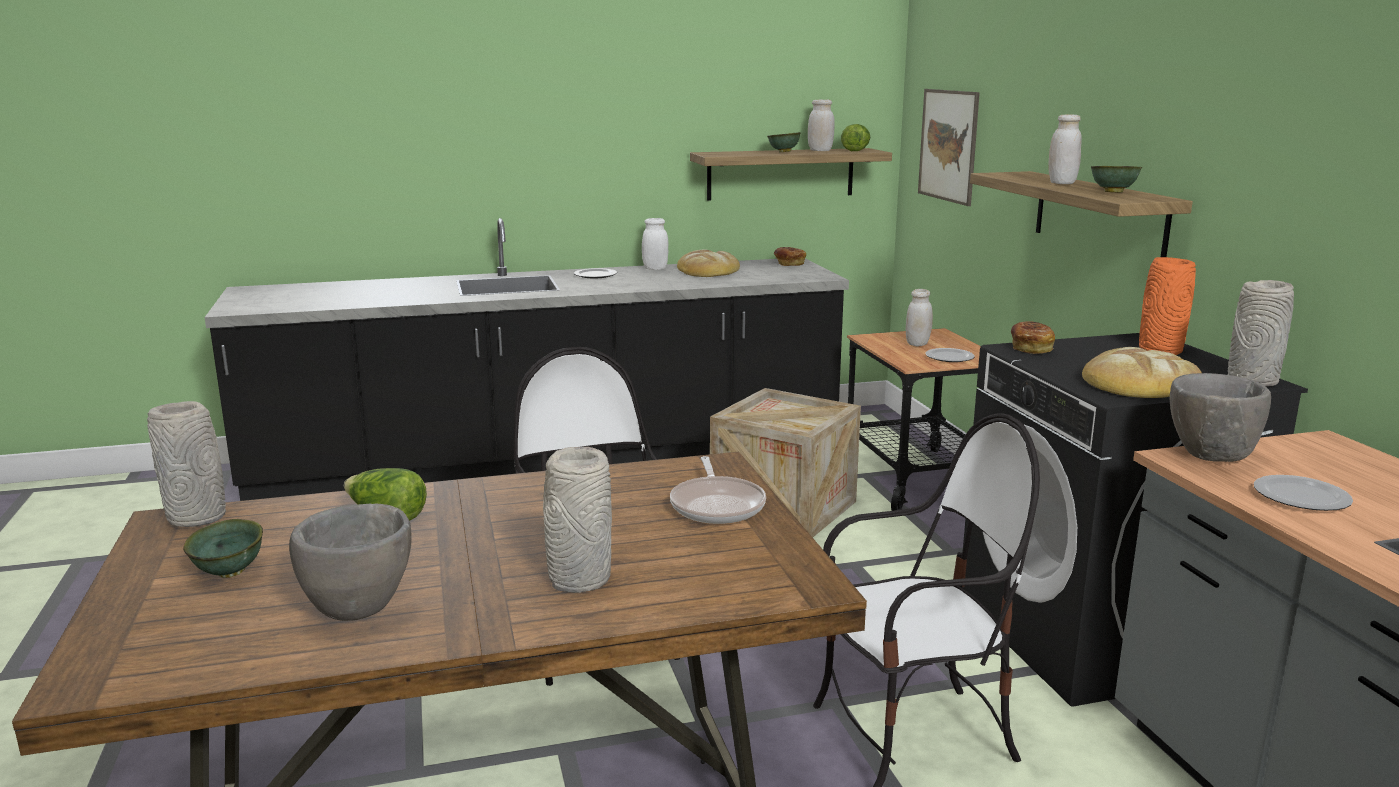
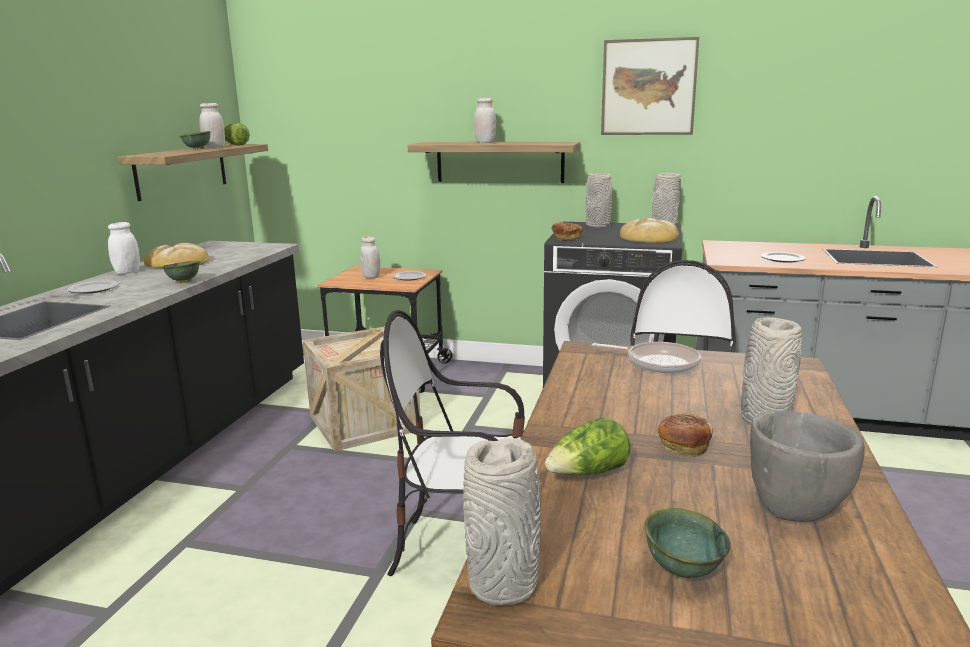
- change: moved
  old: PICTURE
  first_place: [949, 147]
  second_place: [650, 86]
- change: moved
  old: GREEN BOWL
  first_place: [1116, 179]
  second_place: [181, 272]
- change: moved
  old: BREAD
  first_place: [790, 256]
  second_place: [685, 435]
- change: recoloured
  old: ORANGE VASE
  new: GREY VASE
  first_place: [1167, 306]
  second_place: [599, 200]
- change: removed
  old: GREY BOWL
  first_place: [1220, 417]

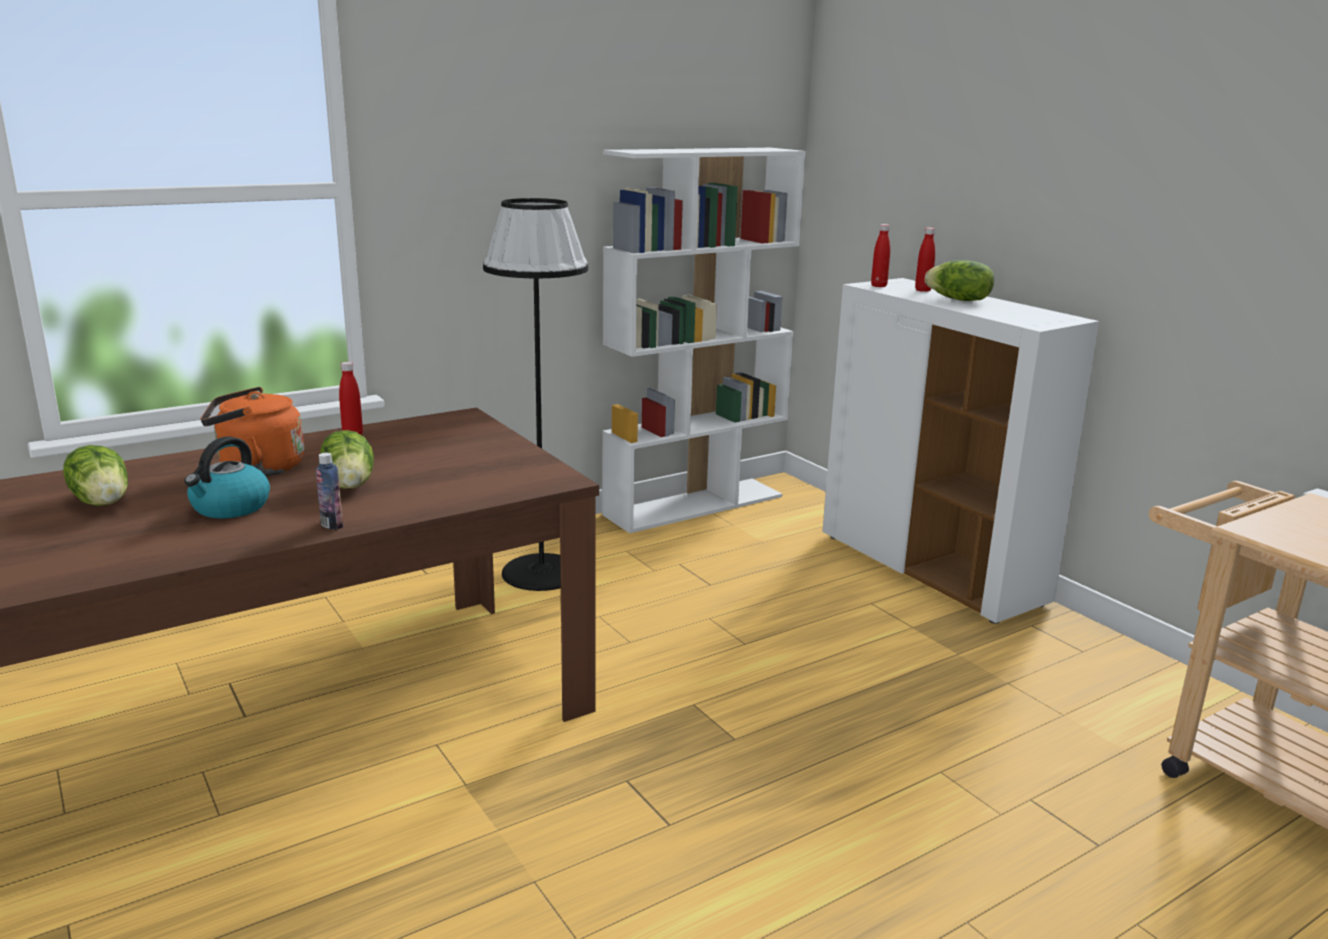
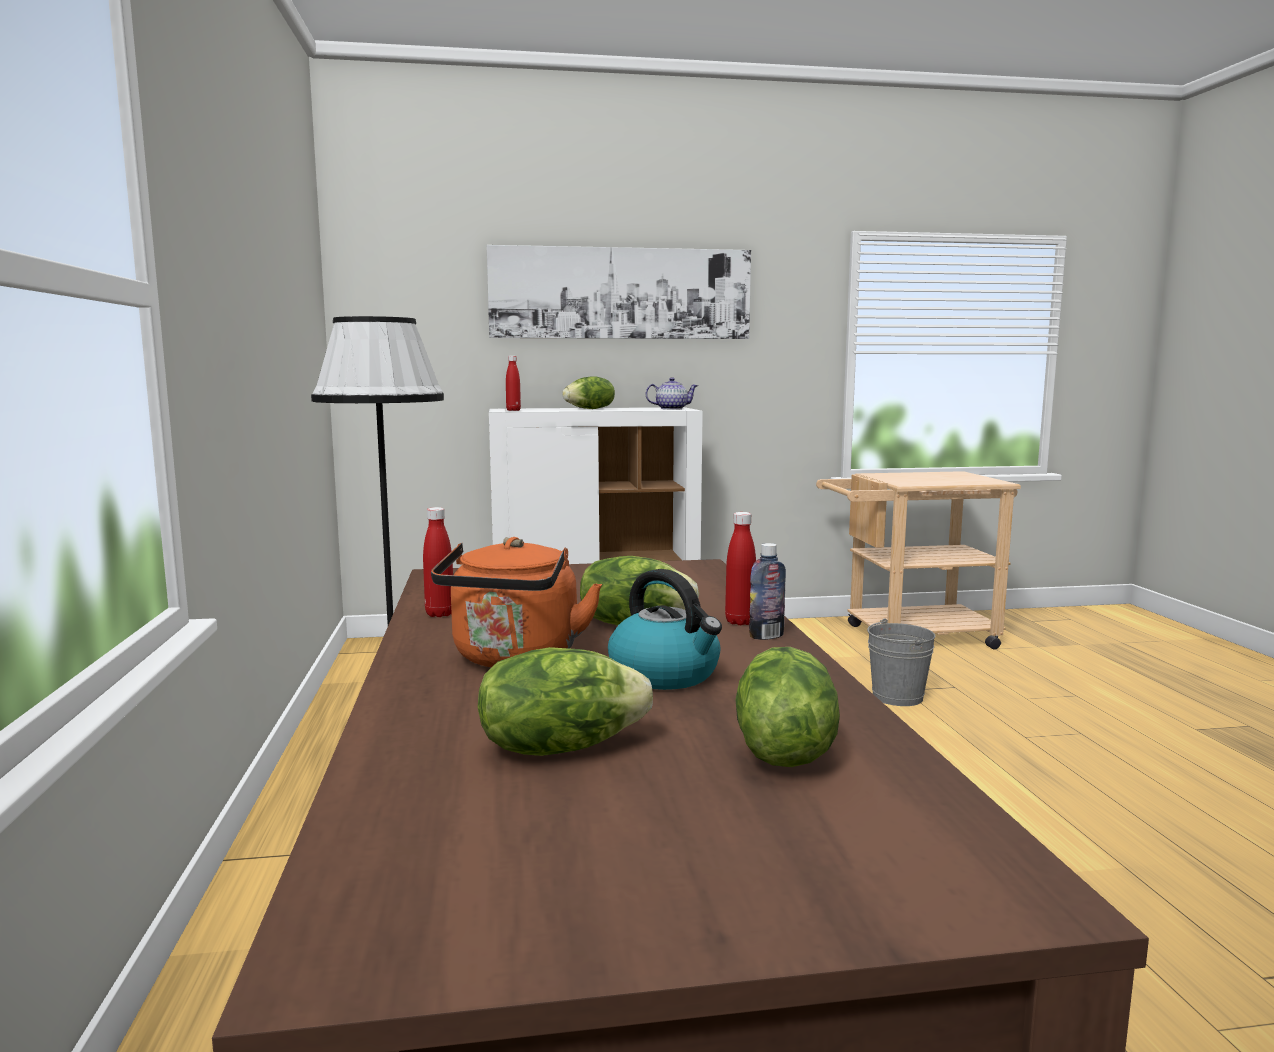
- change: removed
  old: WHITE BOOKCASE
  first_place: [704, 340]
- change: moved
  old: RED BOTTLE
  first_place: [925, 259]
  second_place: [740, 568]
- change: added
  new: PICTURE
  second_place: [619, 292]
- change: added
  new: TEAPOT
  second_place: [672, 394]
- change: added
  new: GREY BUCKET
  second_place: [901, 662]
- change: added
  new: LETTUCE
  second_place: [787, 707]

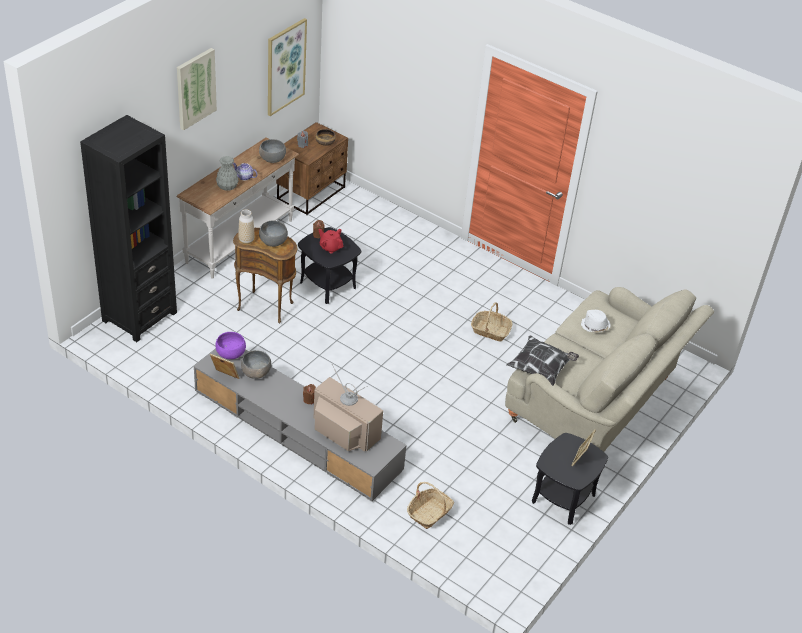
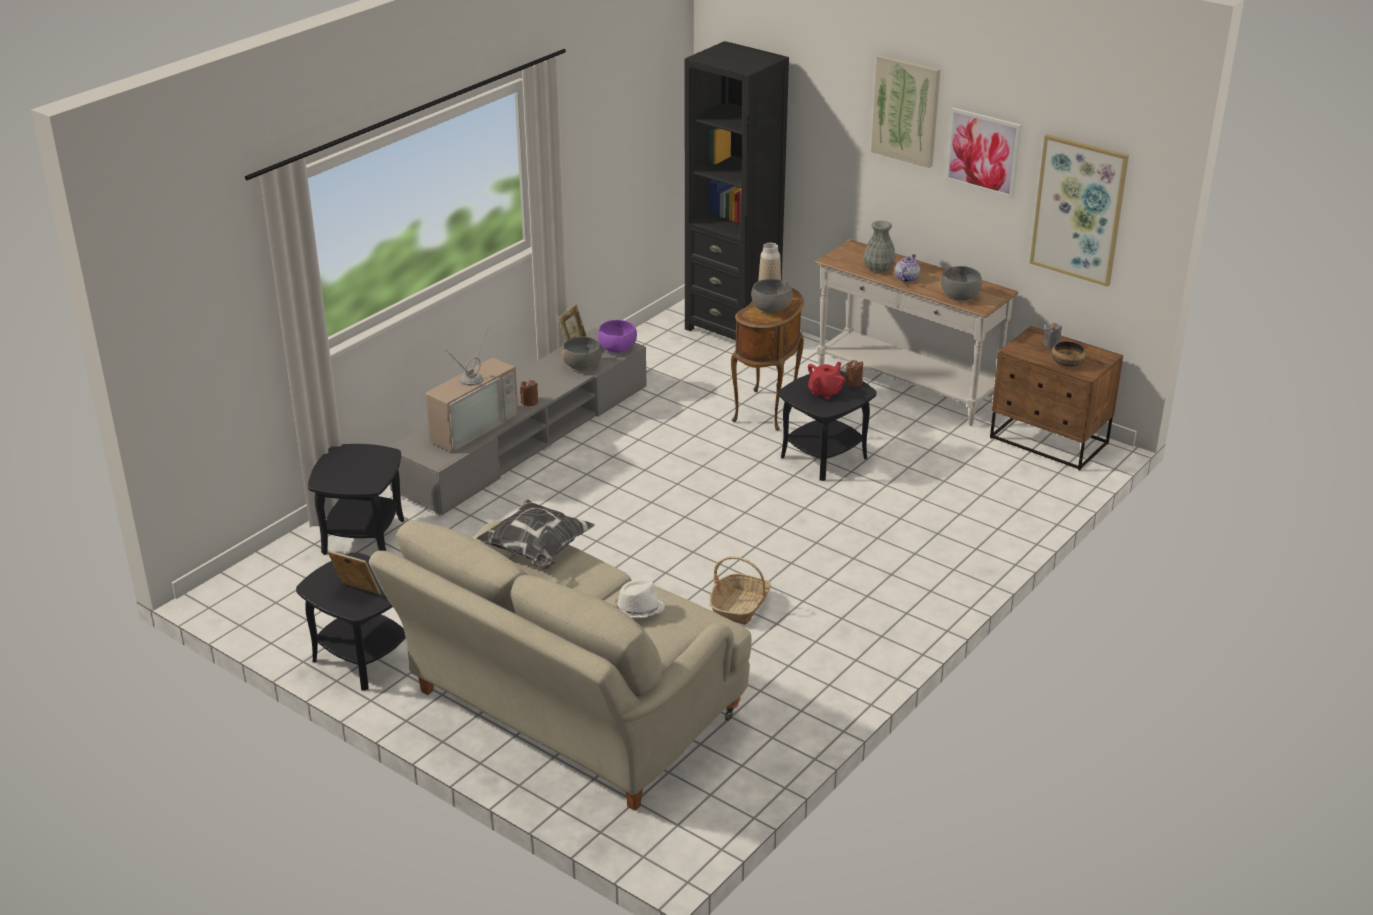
- change: replaced
  old: BASKET
  new: BLACK SIDE TABLE
  first_place: [430, 505]
  second_place: [356, 499]
- change: added
  new: PICTURE
  second_place: [983, 153]

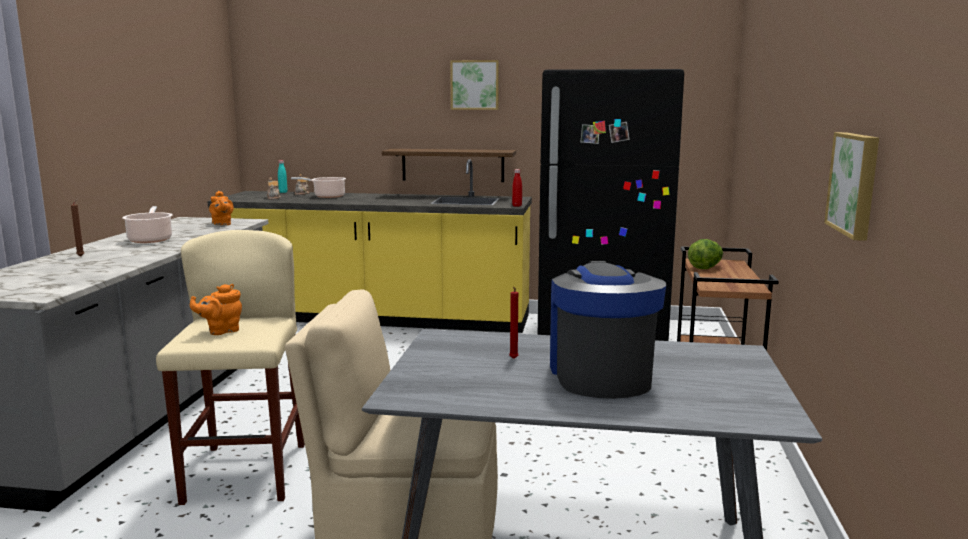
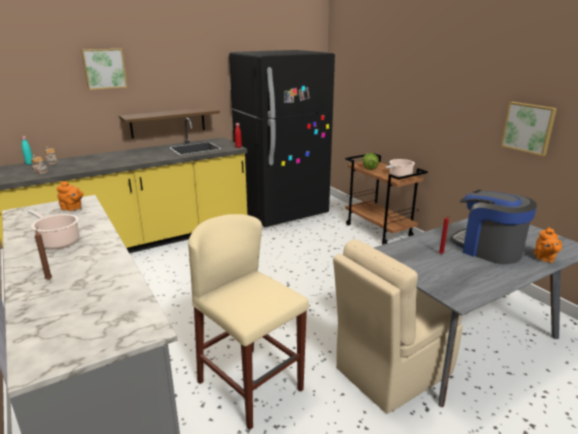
- change: moved
  old: PICTURE
  first_place: [474, 85]
  second_place: [104, 69]
- change: moved
  old: COOKING POT
  first_place: [318, 187]
  second_place: [400, 168]
- change: moved
  old: ORANGE TEAPOT
  first_place: [216, 309]
  second_place: [548, 245]

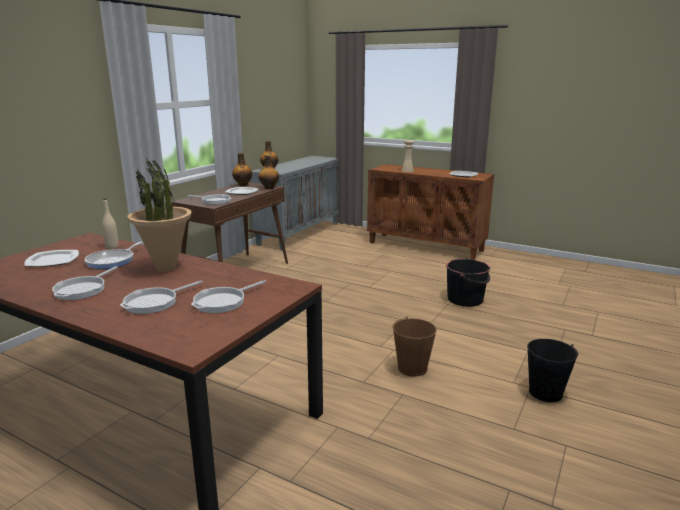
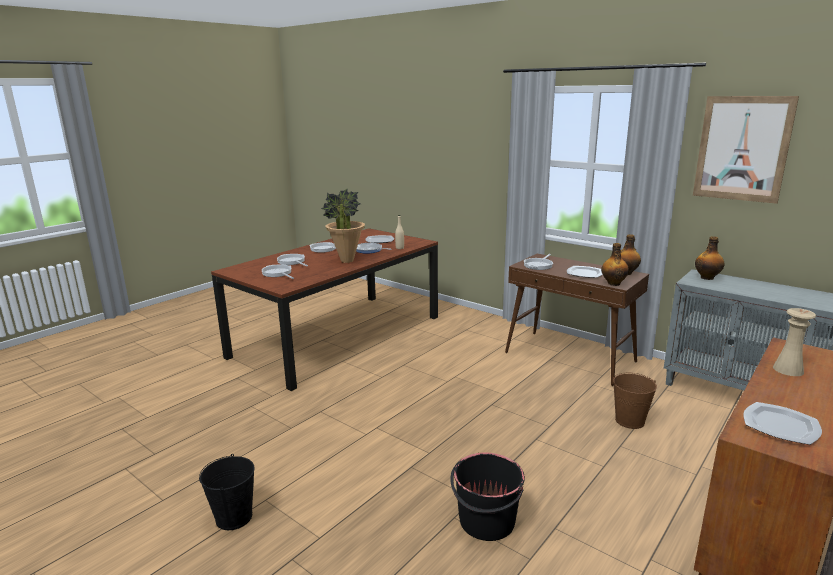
- change: moved
  old: BROWN BUCKET
  first_place: [414, 347]
  second_place: [635, 401]
- change: added
  new: PICTURE
  second_place: [746, 150]

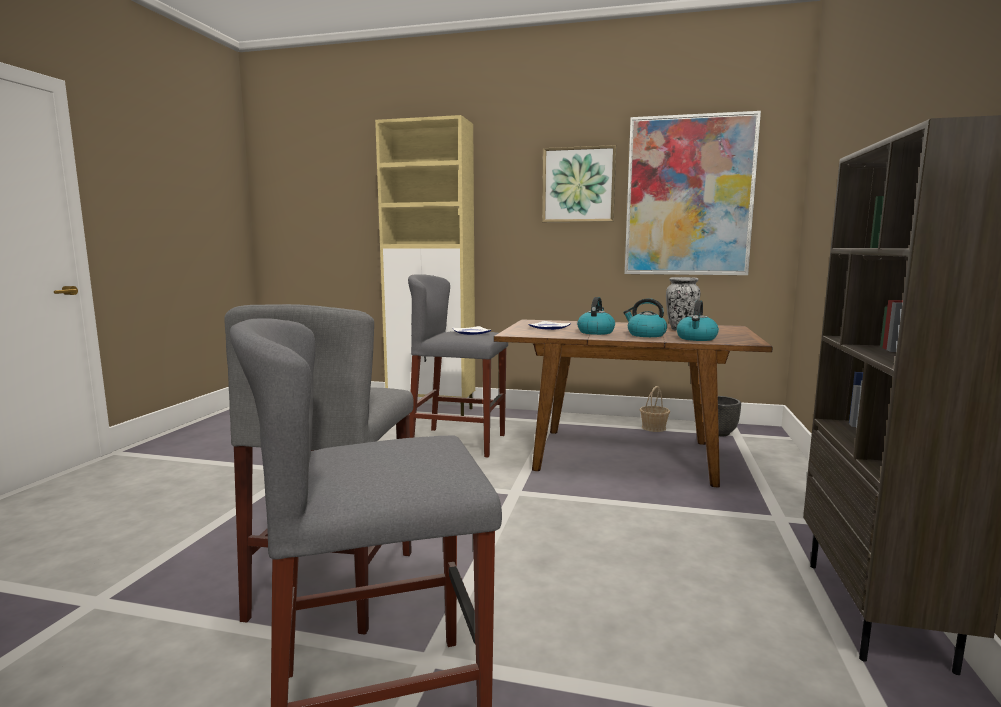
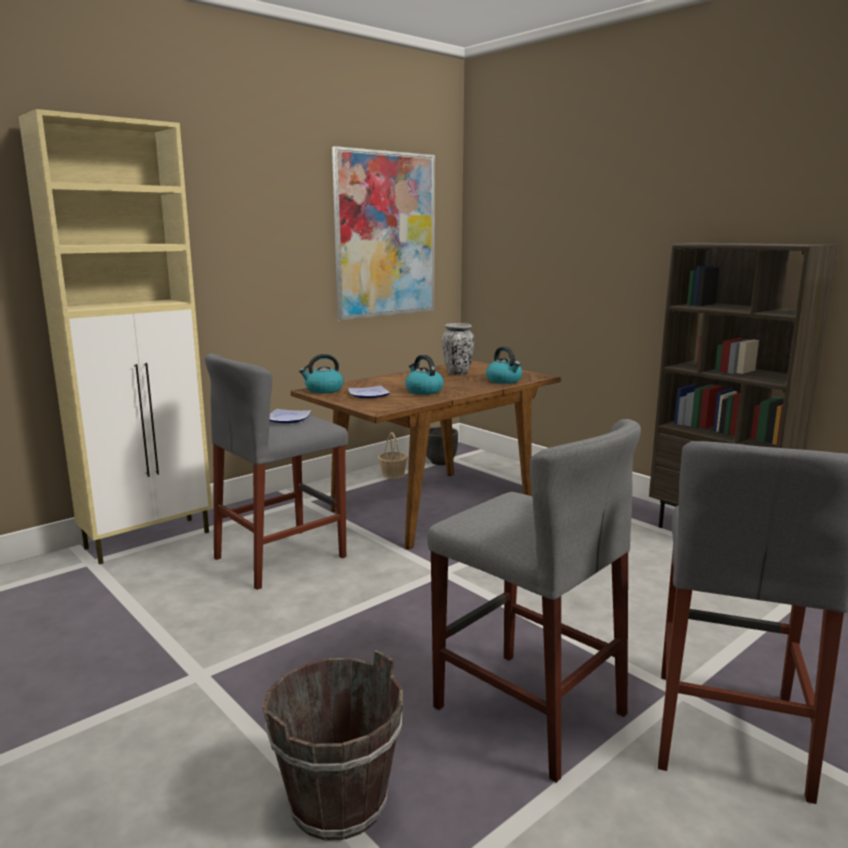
- change: removed
  old: PICTURE
  first_place: [579, 183]
- change: moved
  old: KETTLE
  first_place: [645, 317]
  second_place: [321, 373]
- change: added
  new: BROWN BUCKET
  second_place: [332, 745]

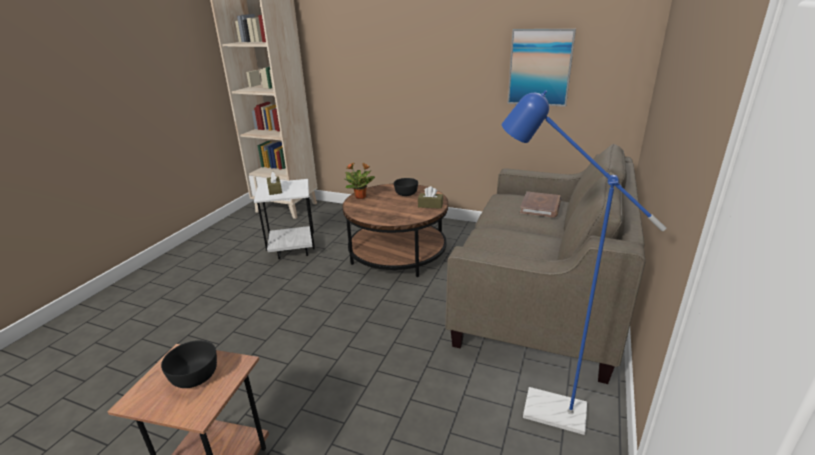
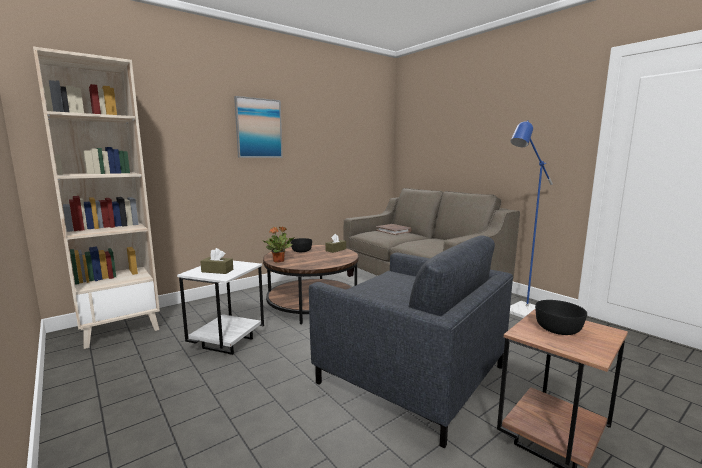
- change: moved
  old: PICTURE
  first_place: [541, 68]
  second_place: [258, 127]
- change: added
  new: GREY ARMCHAIR
  second_place: [411, 342]

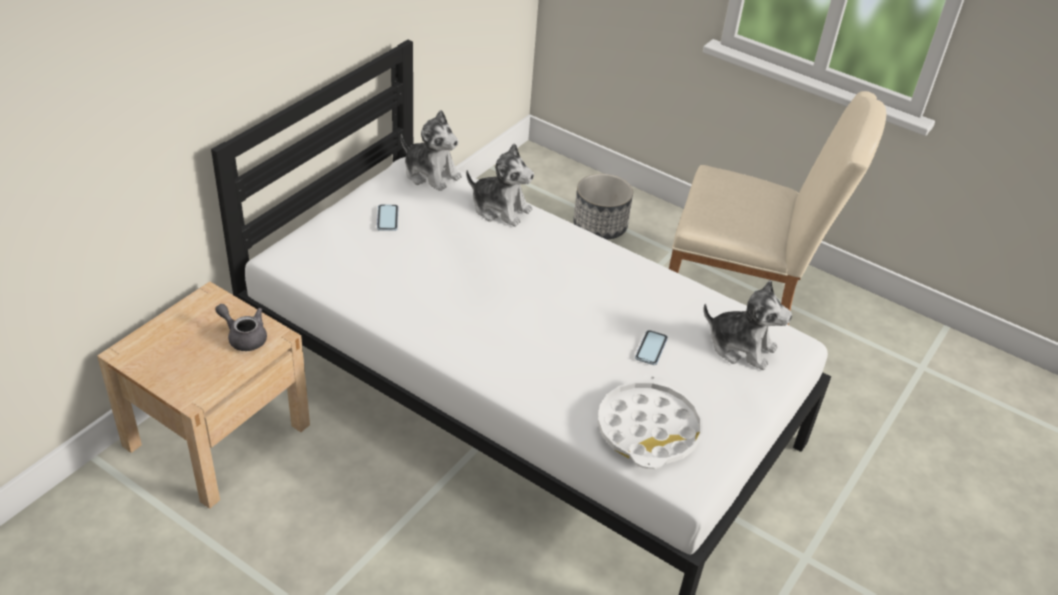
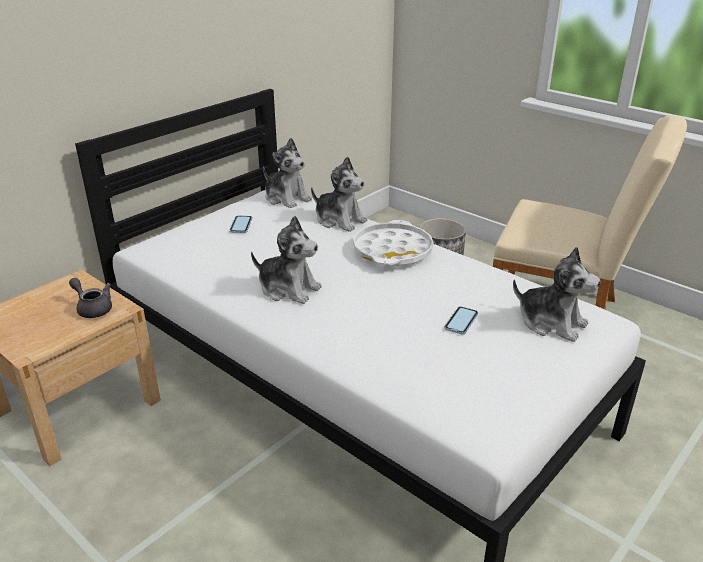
- change: moved
  old: WHITE TRAY
  first_place: [649, 422]
  second_place: [393, 243]
- change: added
  new: PLUSH TOY
  second_place: [286, 260]

